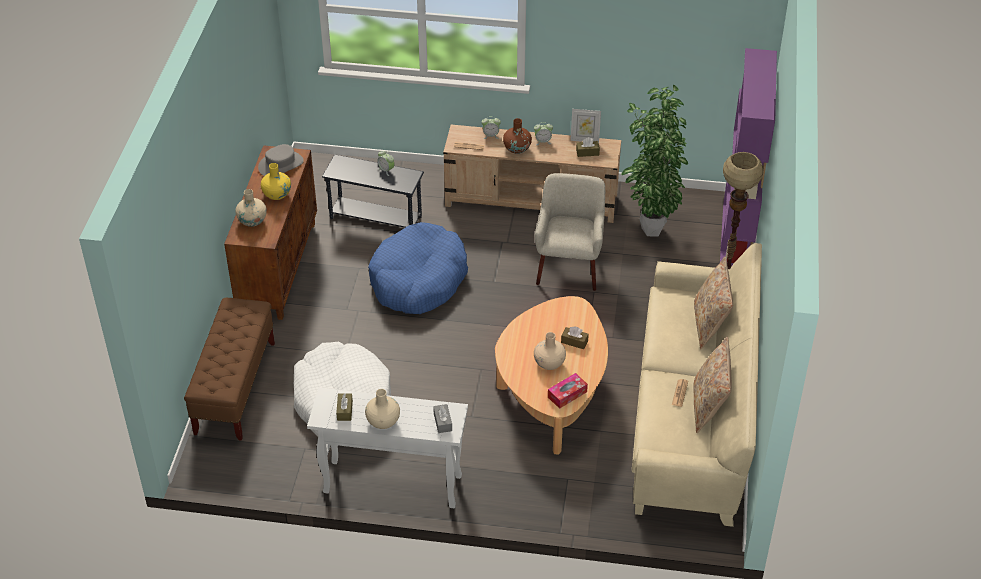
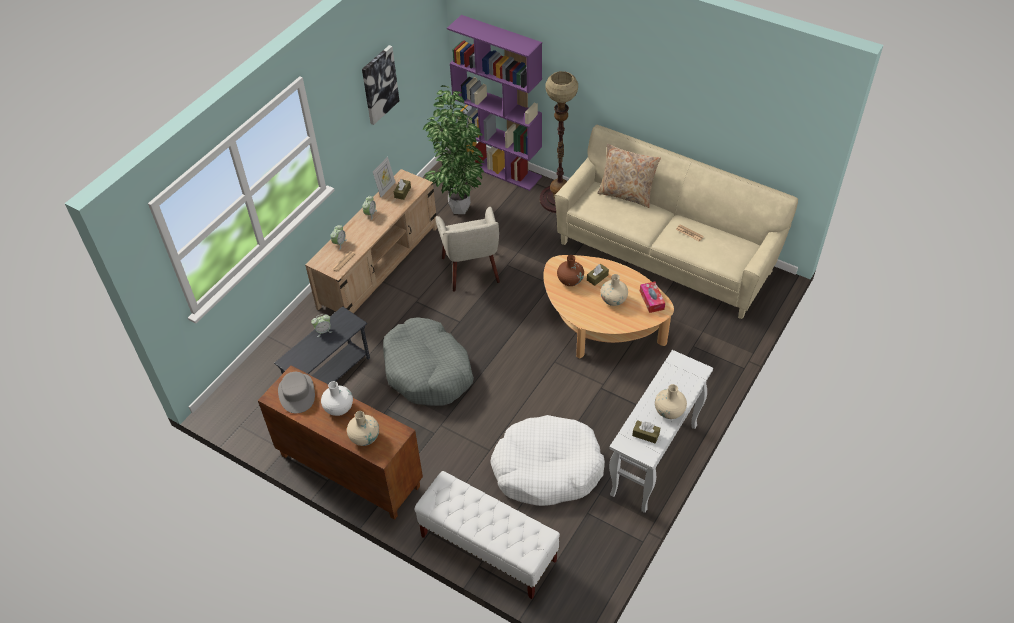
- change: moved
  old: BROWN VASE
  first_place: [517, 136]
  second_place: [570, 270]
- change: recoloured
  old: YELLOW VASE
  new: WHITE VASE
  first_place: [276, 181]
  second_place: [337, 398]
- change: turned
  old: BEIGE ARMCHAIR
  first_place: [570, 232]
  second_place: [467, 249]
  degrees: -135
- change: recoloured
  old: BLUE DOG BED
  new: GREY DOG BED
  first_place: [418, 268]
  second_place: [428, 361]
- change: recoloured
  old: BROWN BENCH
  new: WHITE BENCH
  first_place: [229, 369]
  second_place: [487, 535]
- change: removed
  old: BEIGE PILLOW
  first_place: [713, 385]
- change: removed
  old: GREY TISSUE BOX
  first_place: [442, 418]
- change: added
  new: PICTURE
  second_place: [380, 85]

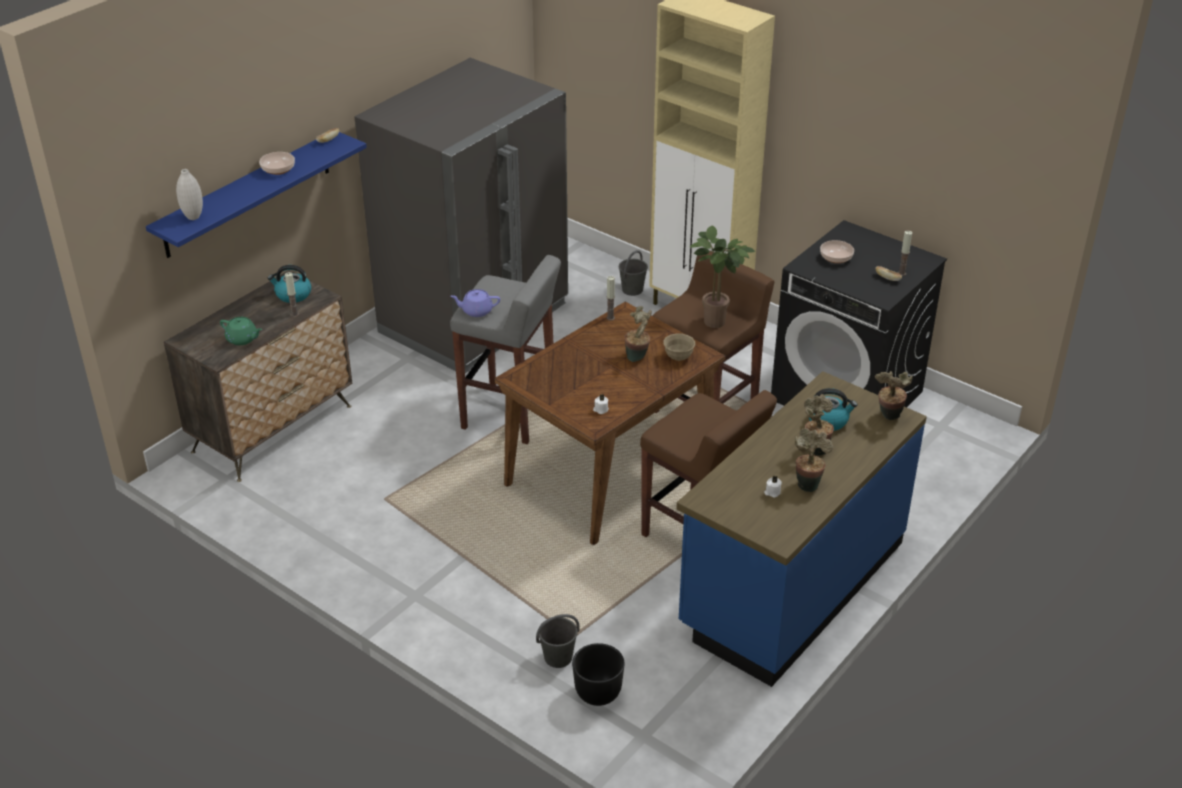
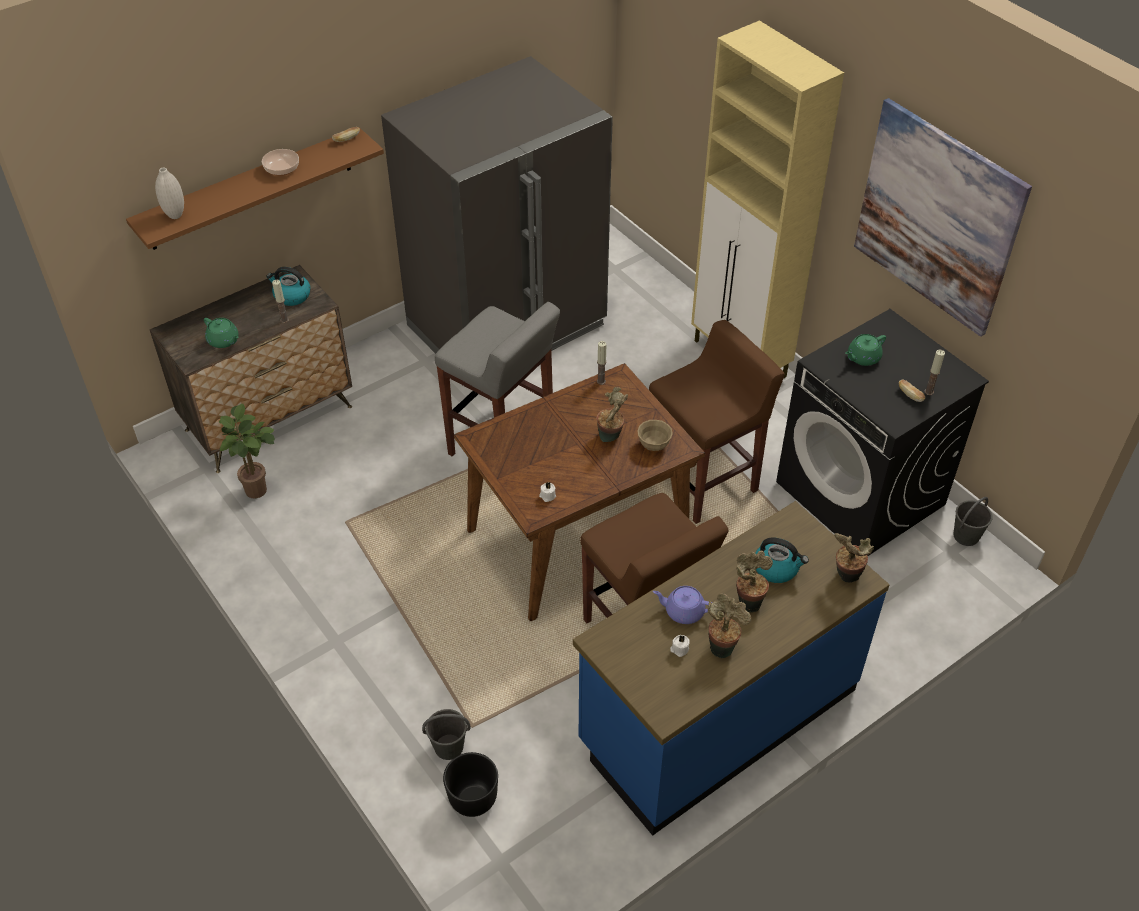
- change: recoloured
  old: BLUE SHELF
  new: BROWN SHELF
  first_place: [256, 195]
  second_place: [255, 188]
- change: moved
  old: POTTED PLANT
  first_place: [722, 277]
  second_place: [247, 451]
- change: replaced
  old: BOWL
  new: GREEN TEAPOT
  first_place: [837, 251]
  second_place: [865, 350]
- change: moved
  old: GREY BUCKET
  first_place: [633, 273]
  second_place: [973, 521]
- change: moved
  old: PURPLE TEAPOT
  first_place: [475, 303]
  second_place: [683, 605]
- change: added
  new: PICTURE
  second_place: [943, 217]

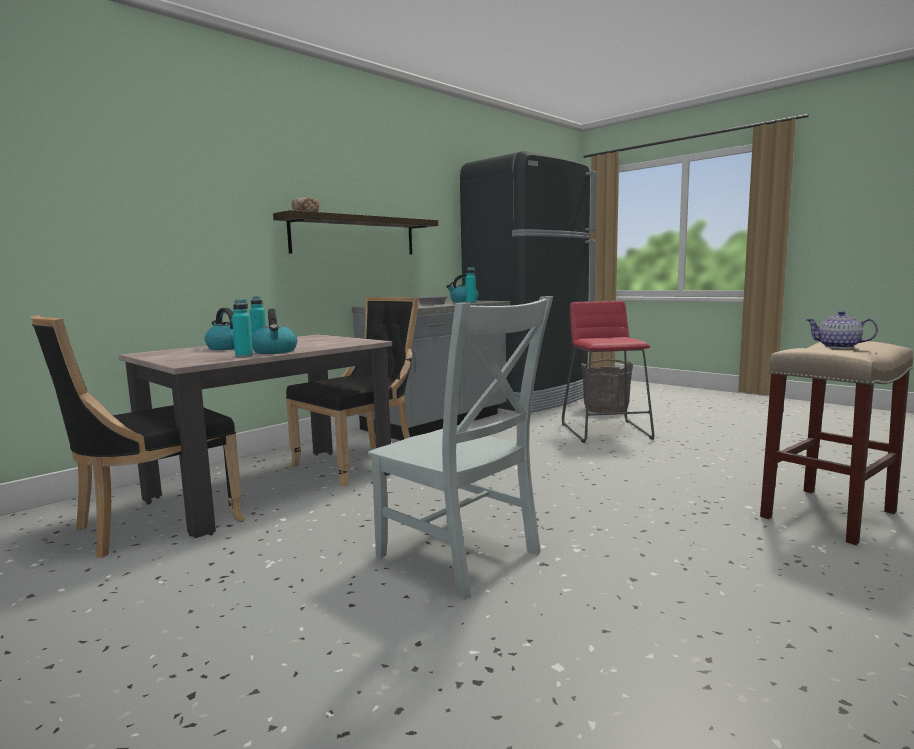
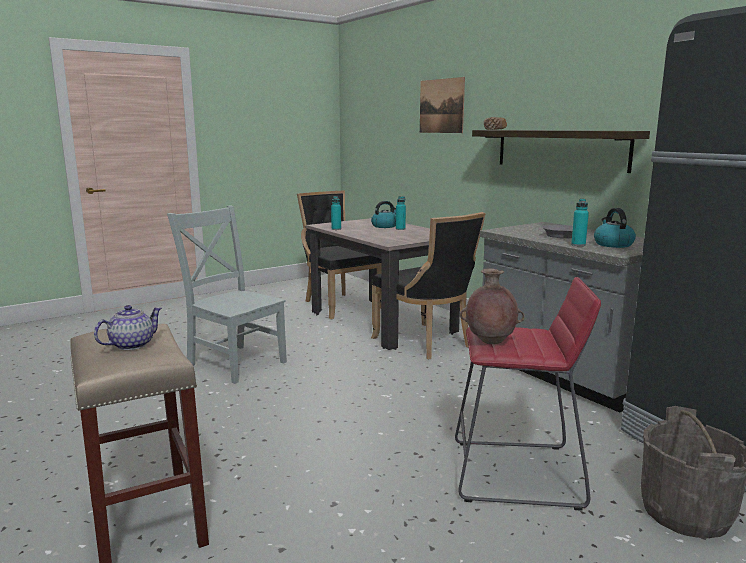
- change: turned
  old: GREY CHAIR
  first_place: [460, 448]
  second_place: [227, 294]
  degrees: 75
- change: removed
  old: KETTLE
  first_place: [274, 331]
- change: added
  new: PICTURE
  second_place: [442, 105]
- change: added
  new: BROWN VASE
  second_place: [492, 306]

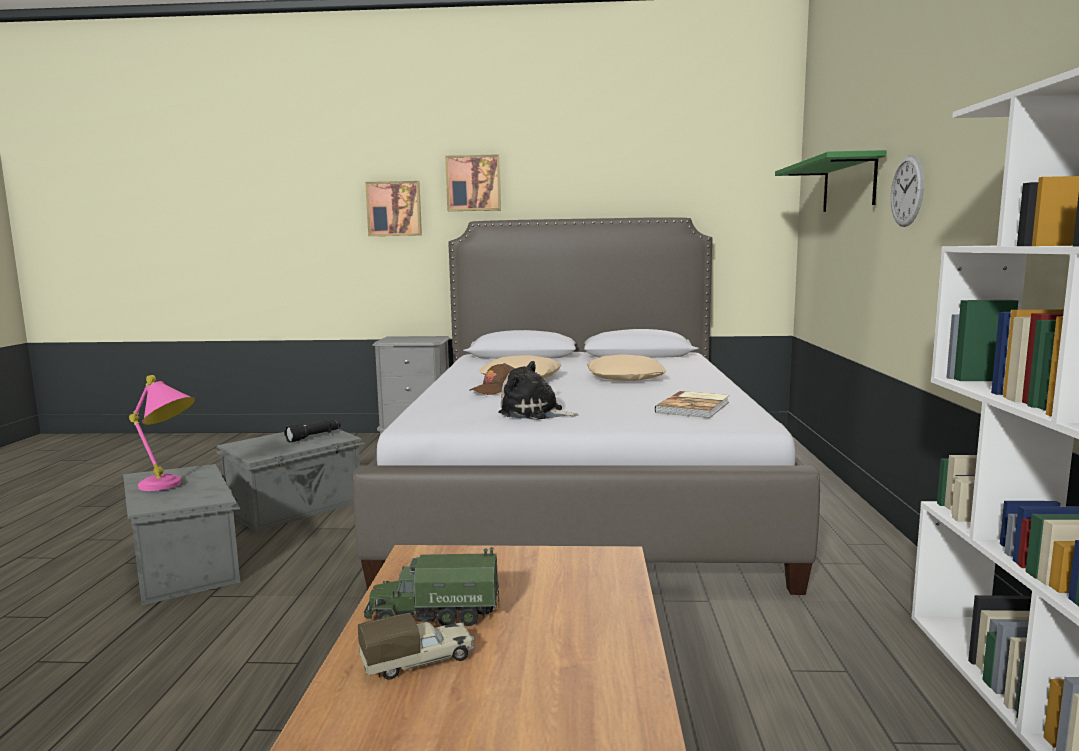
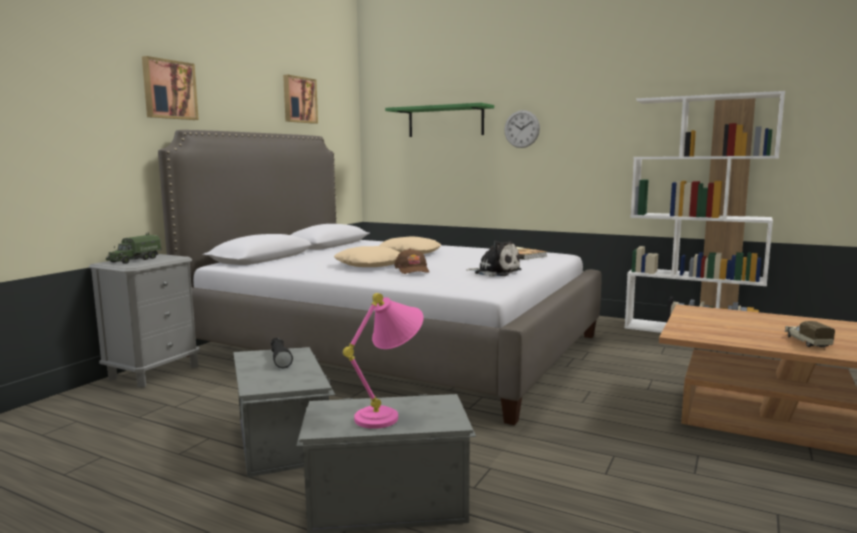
- change: moved
  old: PICTURE
  first_place: [393, 208]
  second_place: [300, 99]
- change: turned
  old: PLUSH TOY
  first_place: [539, 390]
  second_place: [493, 259]
  degrees: -105
- change: moved
  old: TOY TRUCK
  first_place: [431, 586]
  second_place: [133, 248]

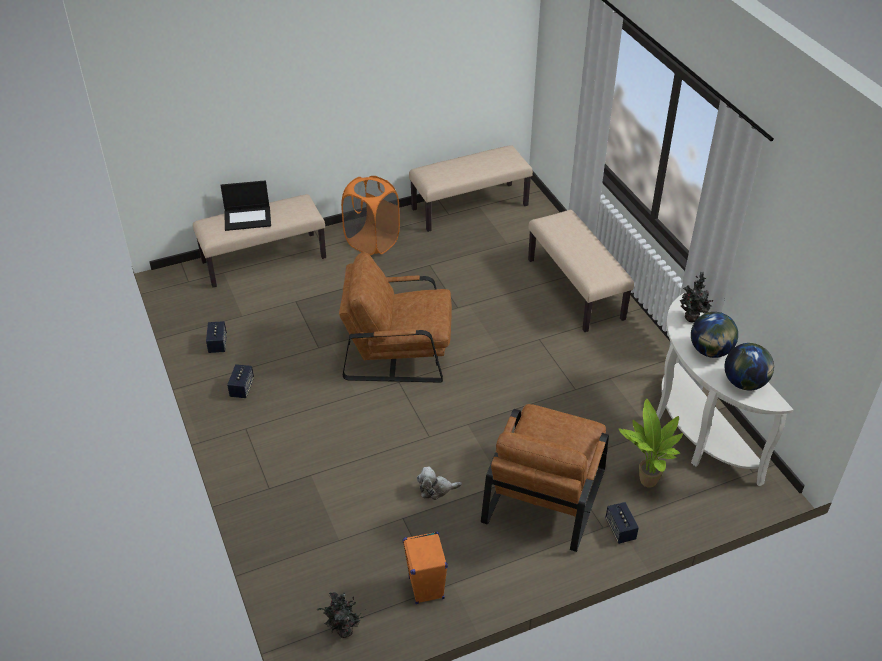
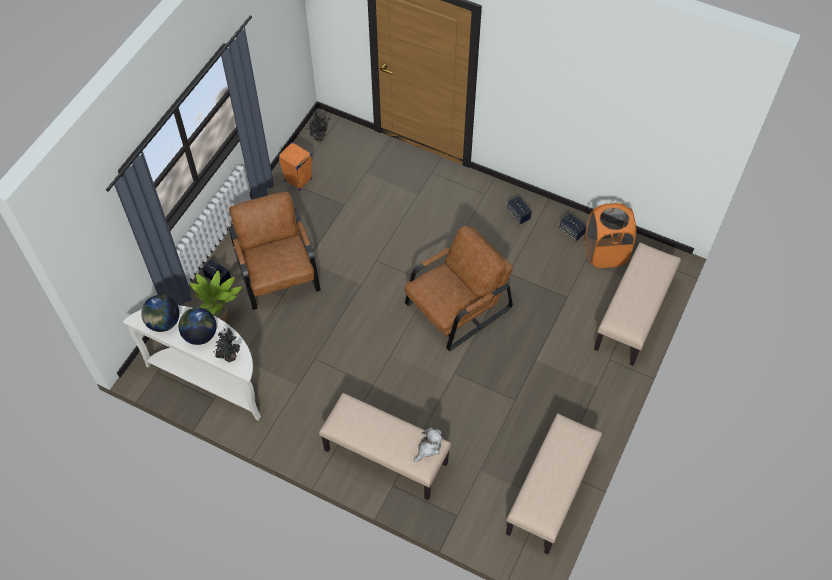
- change: moved
  old: ORANGE LAUNDRY BASKET
  first_place: [370, 215]
  second_place: [610, 235]
- change: removed
  old: LAPTOP
  first_place: [245, 205]
- change: moved
  old: PLUSH TOY
  first_place: [439, 483]
  second_place: [428, 444]

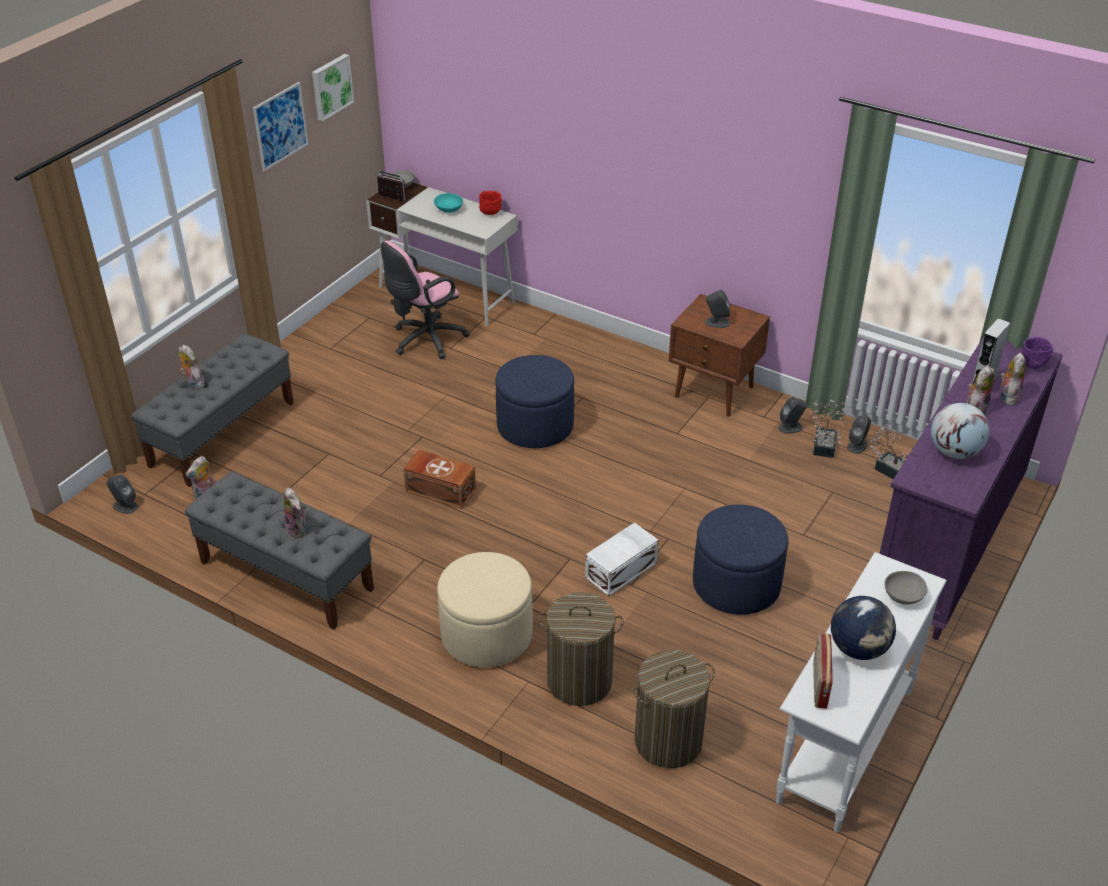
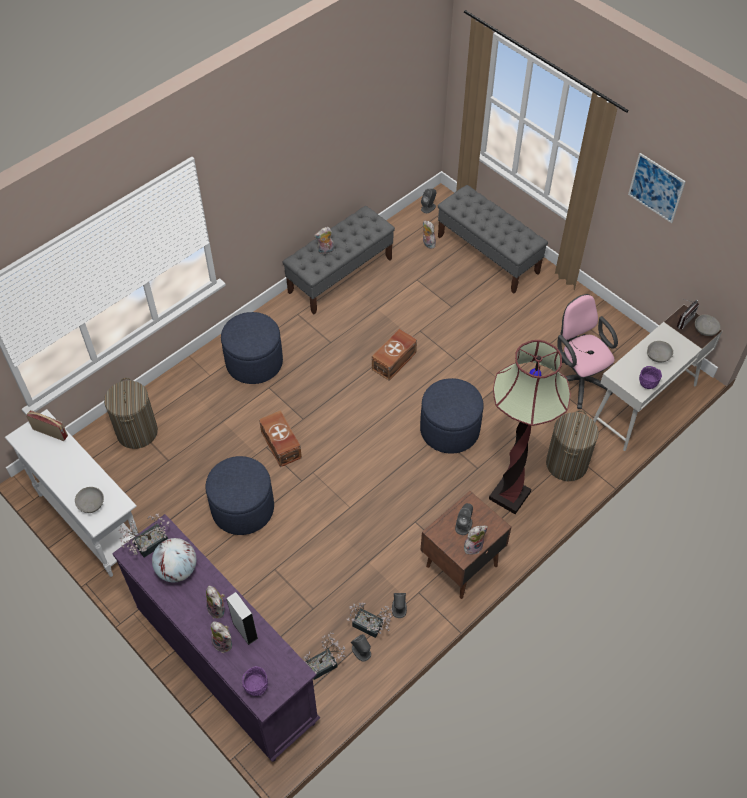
- change: removed
  old: PICTURE
  first_place: [333, 87]
- change: recoloured
  old: RED BOWL
  new: PURPLE BOWL
  first_place: [490, 203]
  second_place: [650, 377]
- change: recoloured
  old: TURQUOISE BOWL
  new: GREY BOWL
  first_place: [448, 203]
  second_place: [660, 351]
- change: moved
  old: PLUSH TOY
  first_place: [191, 367]
  second_place: [476, 540]
- change: recoloured
  old: WHITE STORAGE BOX
  new: BROWN STORAGE BOX
  first_place: [621, 559]
  second_place: [280, 438]
- change: recoloured
  old: BEIGE OTTOMAN
  new: BLUE OTTOMAN
  first_place: [485, 609]
  second_place: [252, 348]
- change: moved
  old: LAUNDRY BASKET
  first_place: [581, 649]
  second_place: [572, 445]
- change: removed
  old: GLOBE
  first_place: [863, 628]
- change: added
  new: FLOOR LAMP
  second_place: [530, 427]
- change: added
  new: POTTED PLANT
  second_place: [144, 535]

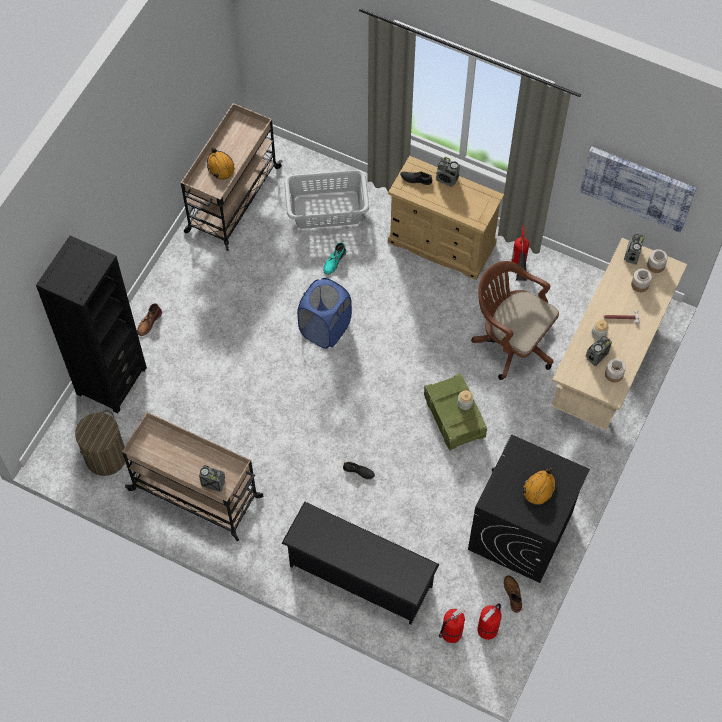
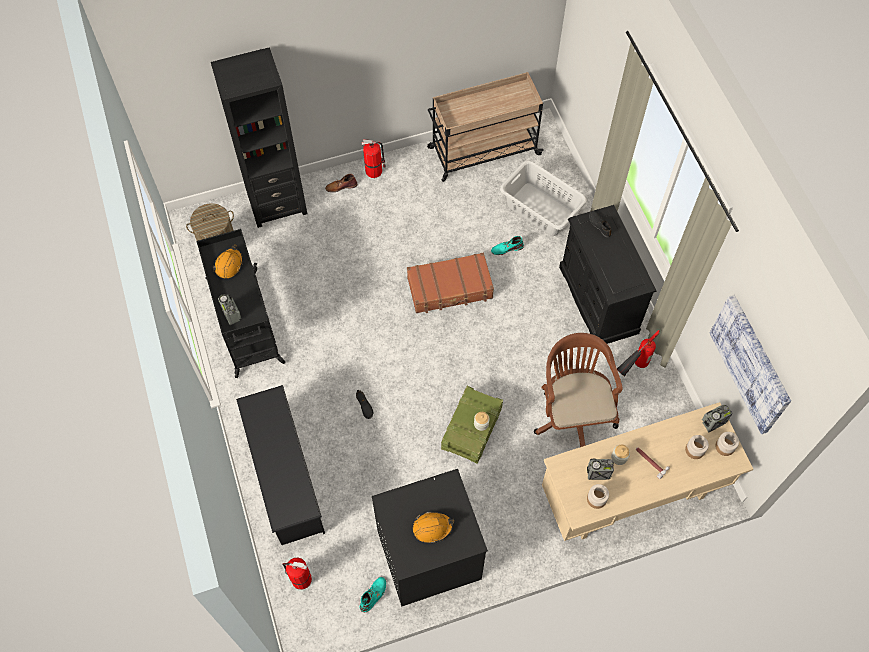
- change: moved
  old: ORANGE HARD HAT
  first_place: [220, 163]
  second_place: [228, 261]
- change: recoloured
  old: BEIGE DRESSER
  new: BLACK DRESSER
  first_place: [446, 218]
  second_place: [608, 274]
- change: removed
  old: RADIO
  first_place: [448, 172]
- change: replaced
  old: BLUE LAUNDRY BASKET
  new: BROWN SUITCASE
  first_place: [324, 313]
  second_place: [450, 283]
- change: recoloured
  old: BEIGE CART
  new: BLACK CART
  first_place: [192, 476]
  second_place: [241, 303]
- change: recoloured
  old: BROWN BOOT
  new: TURQUOISE BOOT
  first_place: [513, 594]
  second_place: [373, 594]
- change: moved
  old: FIRE EXTINGUISHER
  first_place: [489, 621]
  second_place: [374, 158]

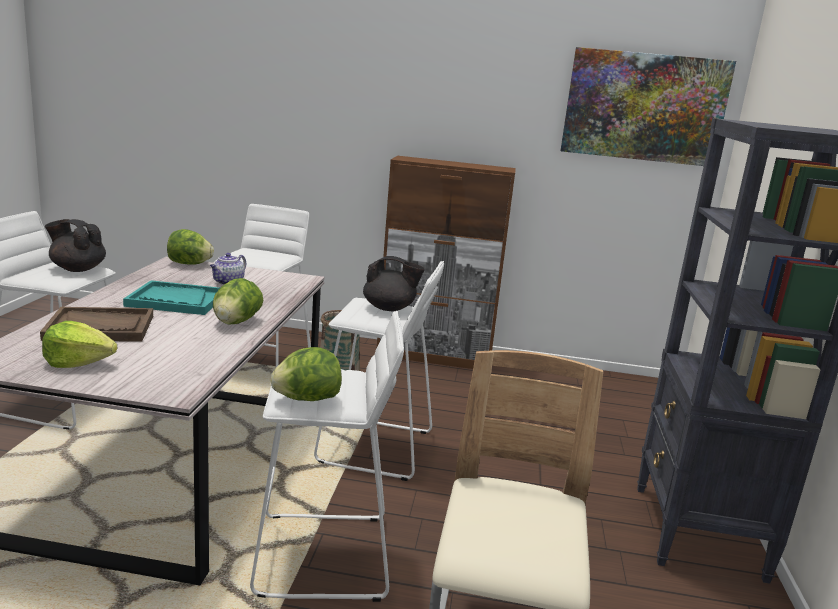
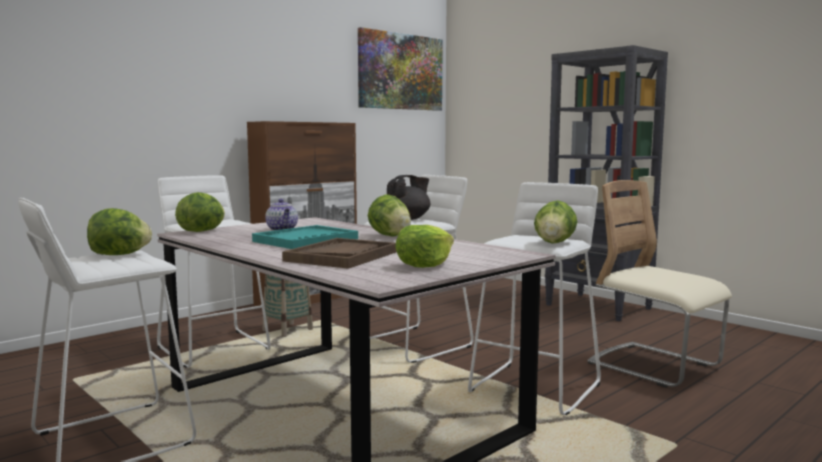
- change: replaced
  old: BLACK TEAPOT
  new: LETTUCE
  first_place: [75, 245]
  second_place: [119, 231]

